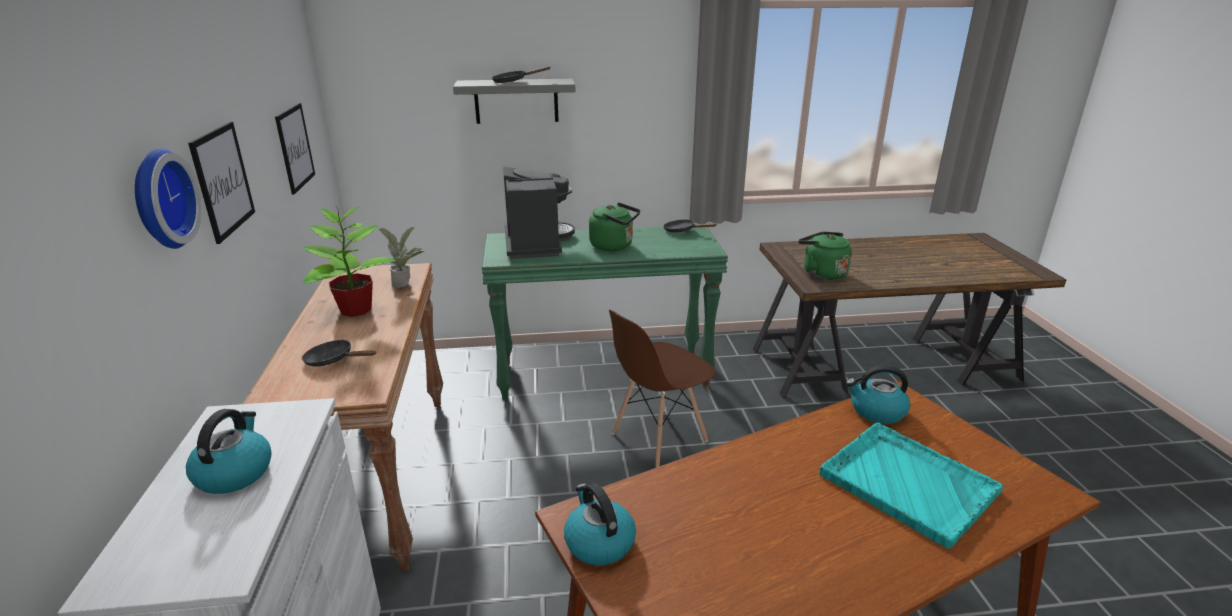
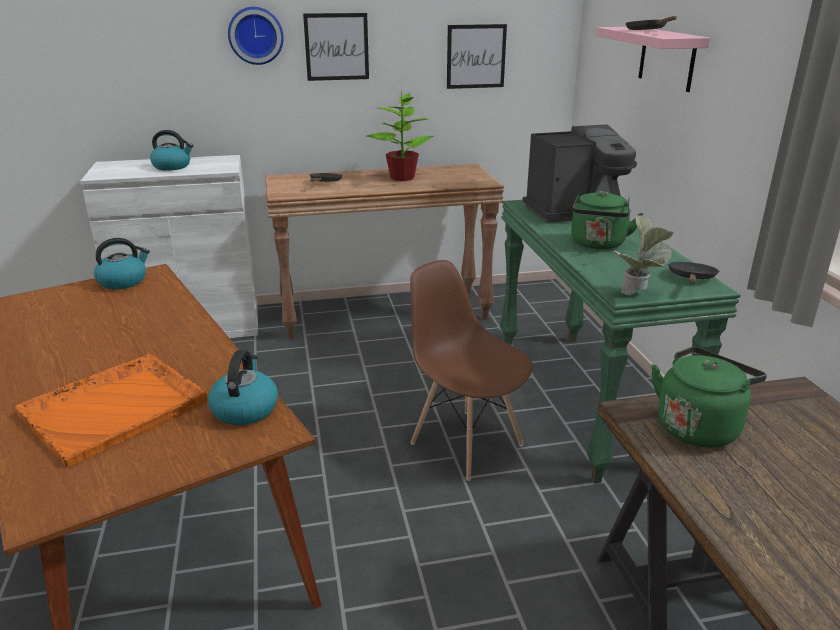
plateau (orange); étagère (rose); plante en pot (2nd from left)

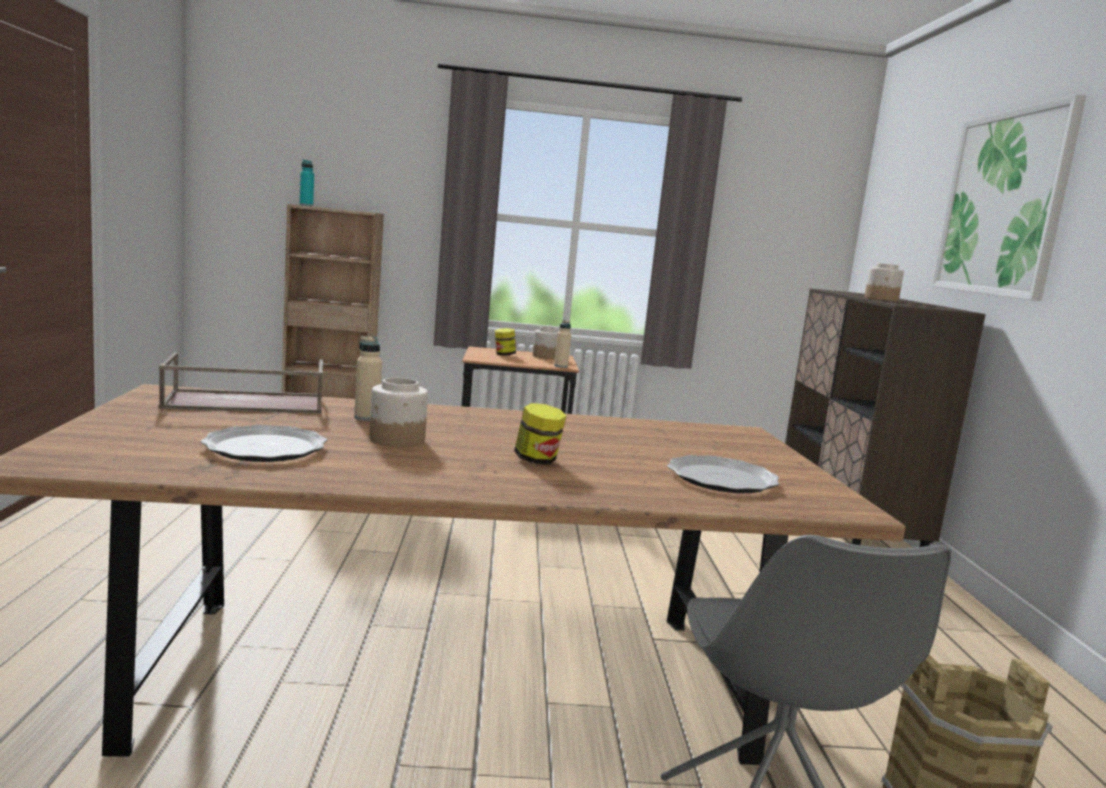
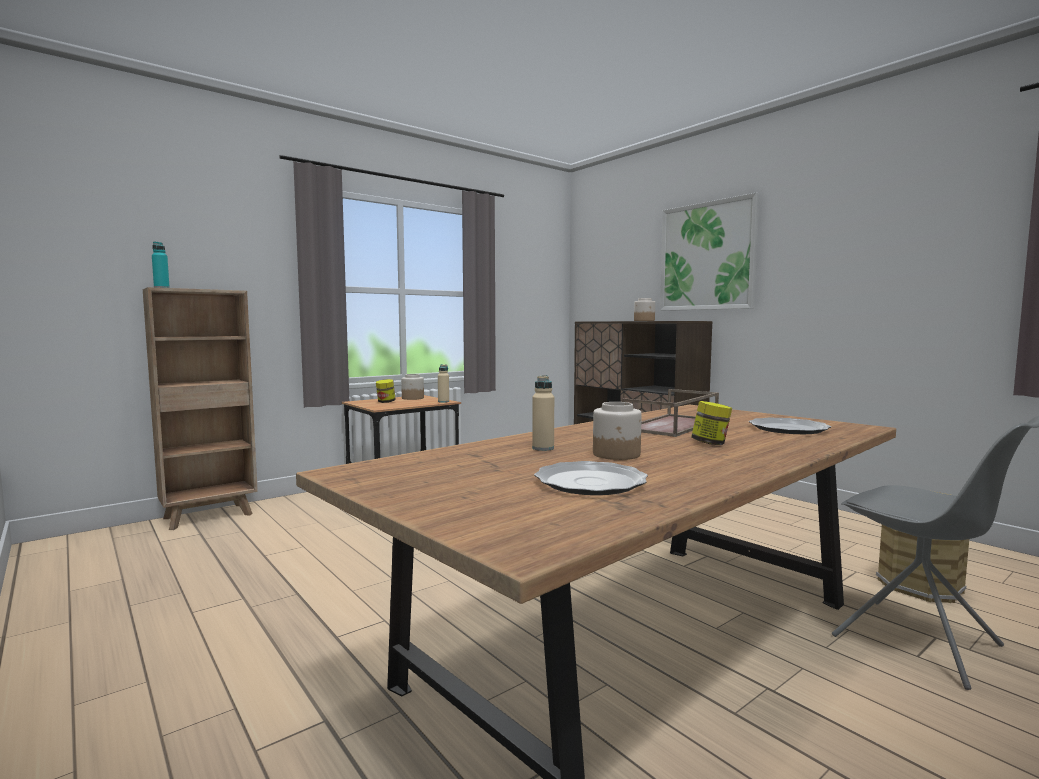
plateau (marron)

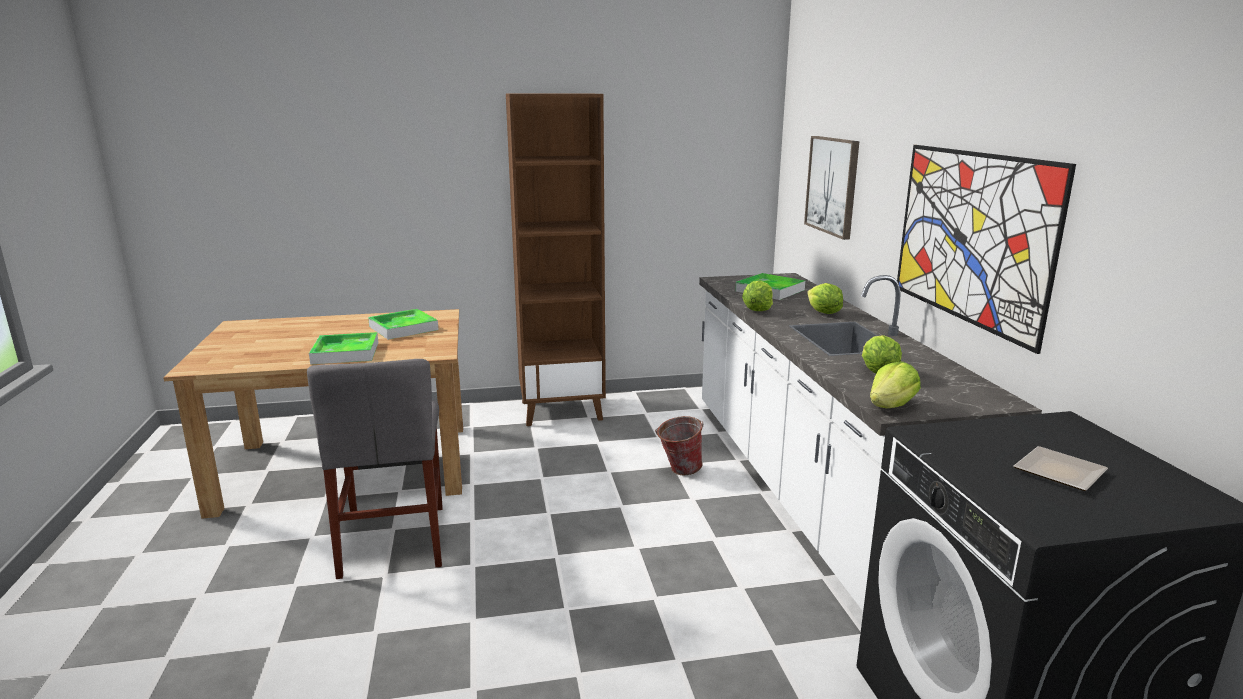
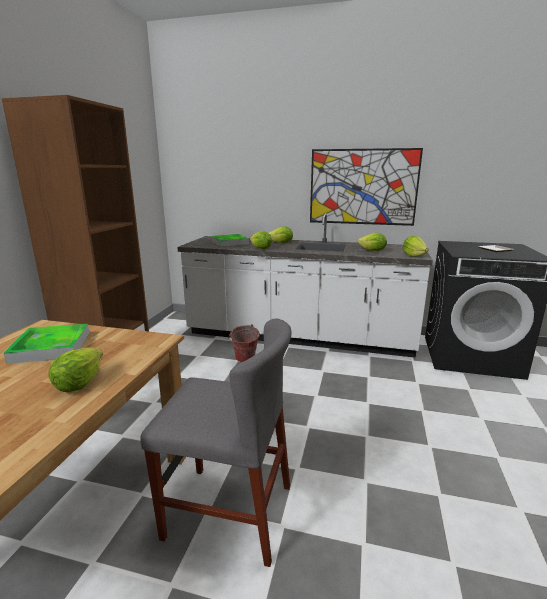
laitue (1st from left); tableau (1st from left in the first image)

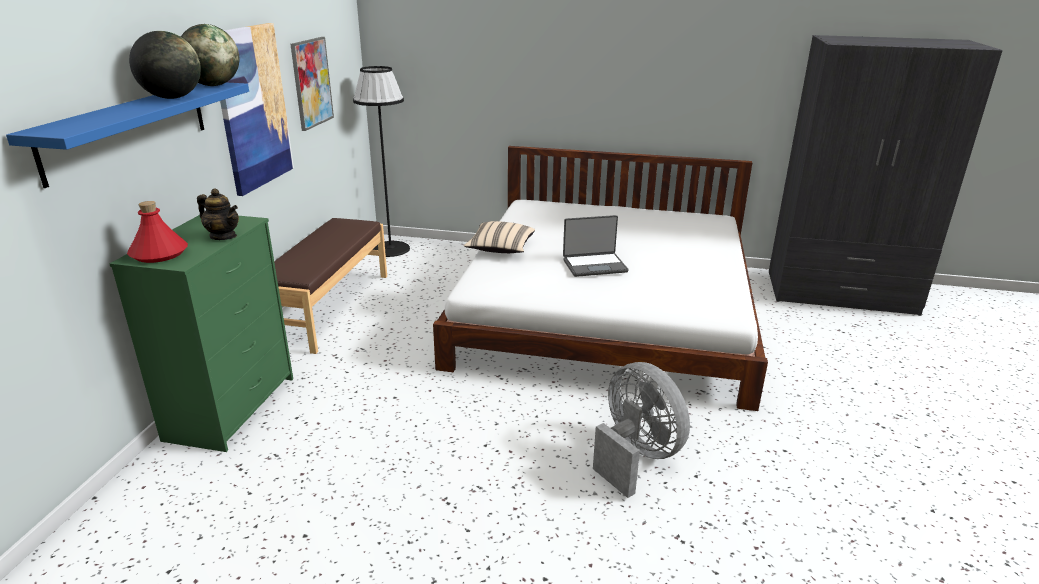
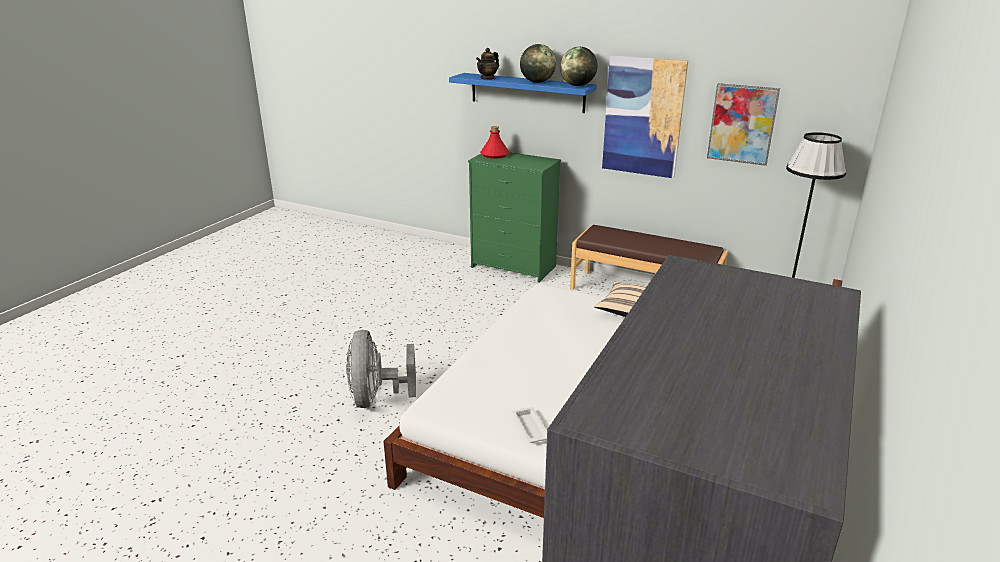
ventilateur (gris); théière; plateau (blanc); ordinateur portable

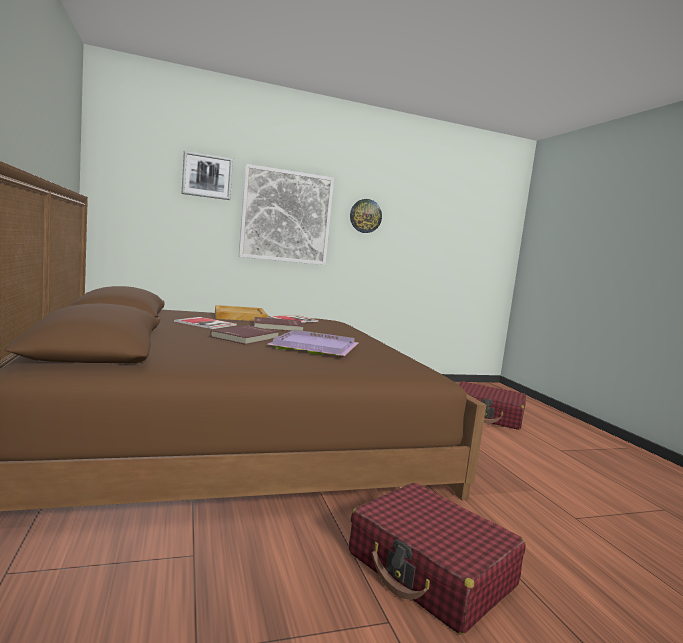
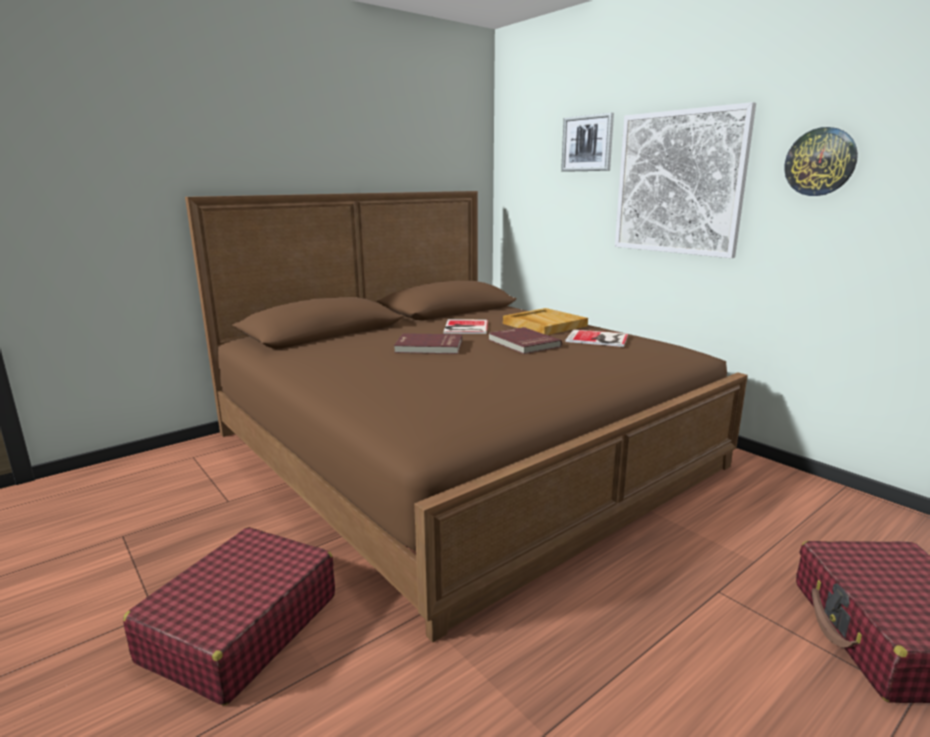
plateau (violet)

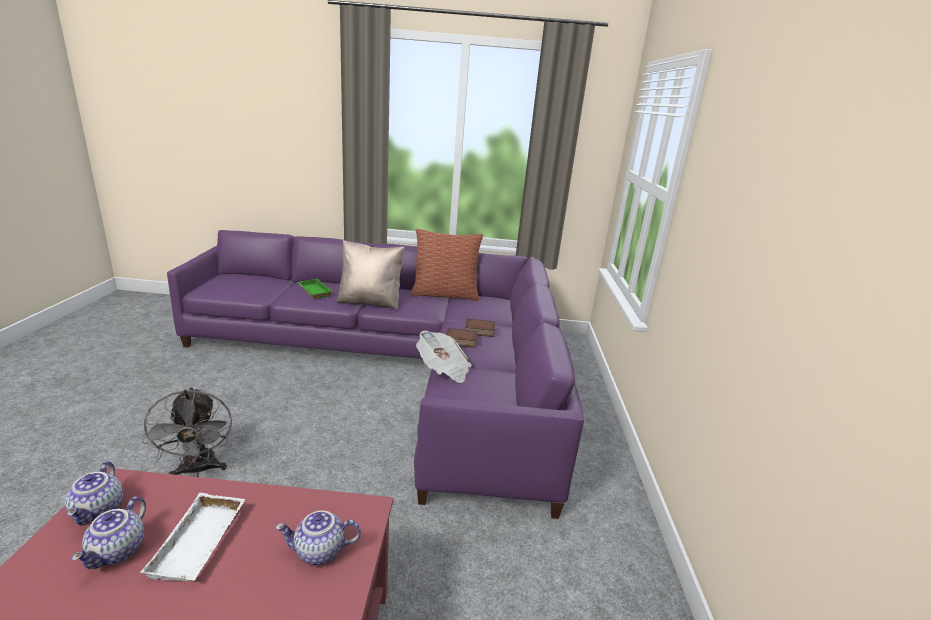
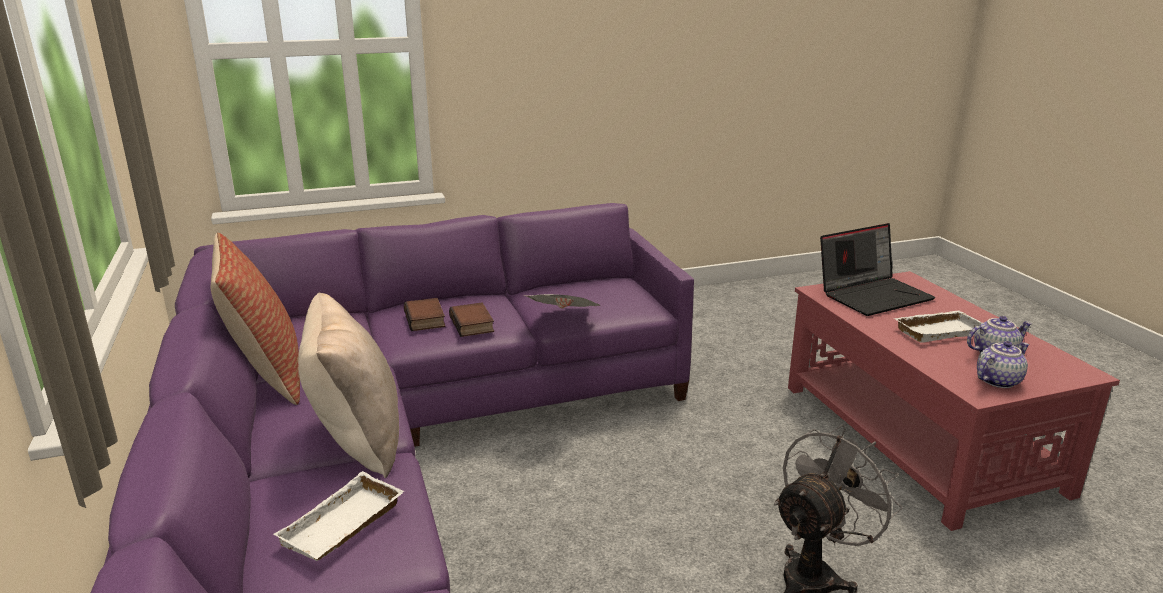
plateau (blanc) (1st from left); ordinateur portable

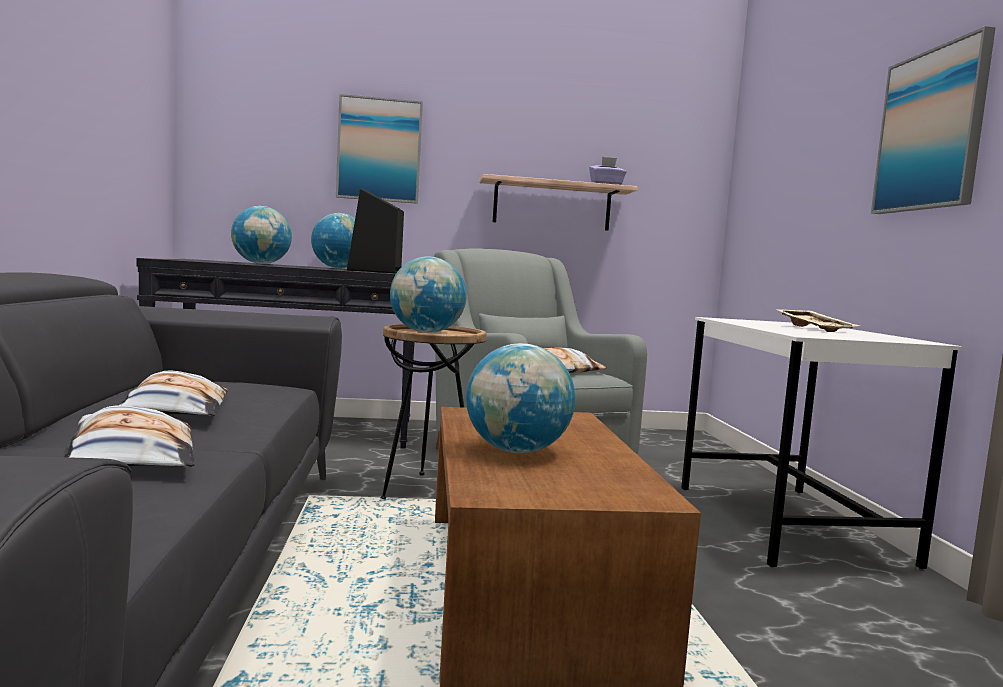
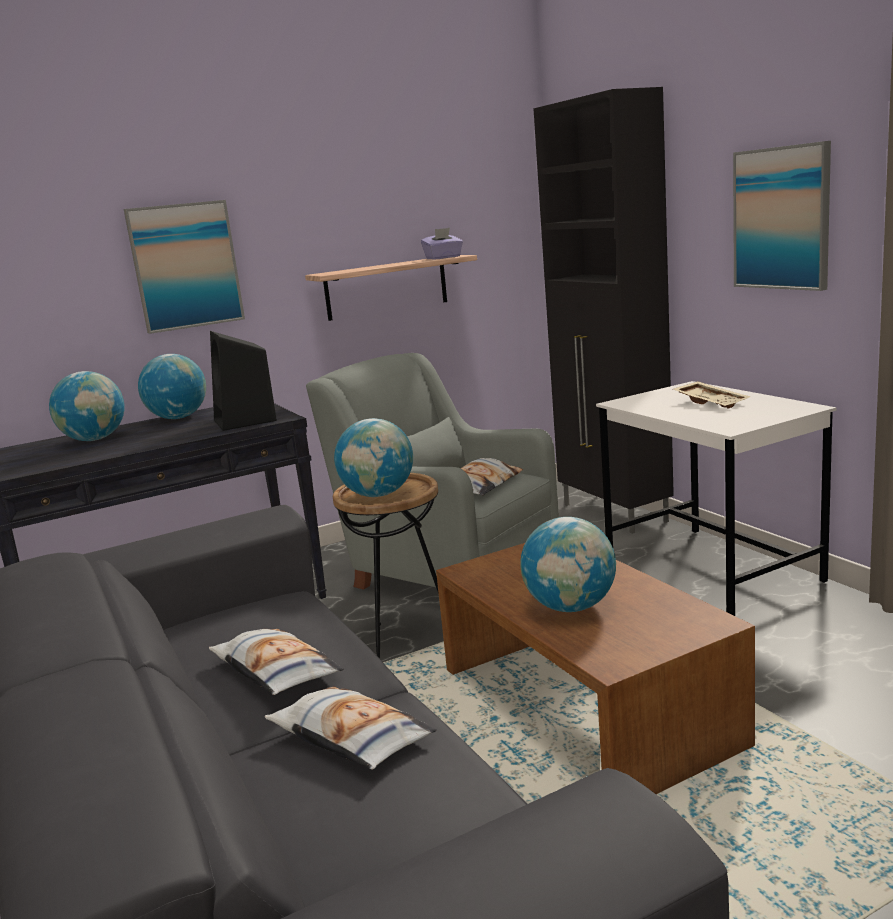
meuble de rangement (noir)

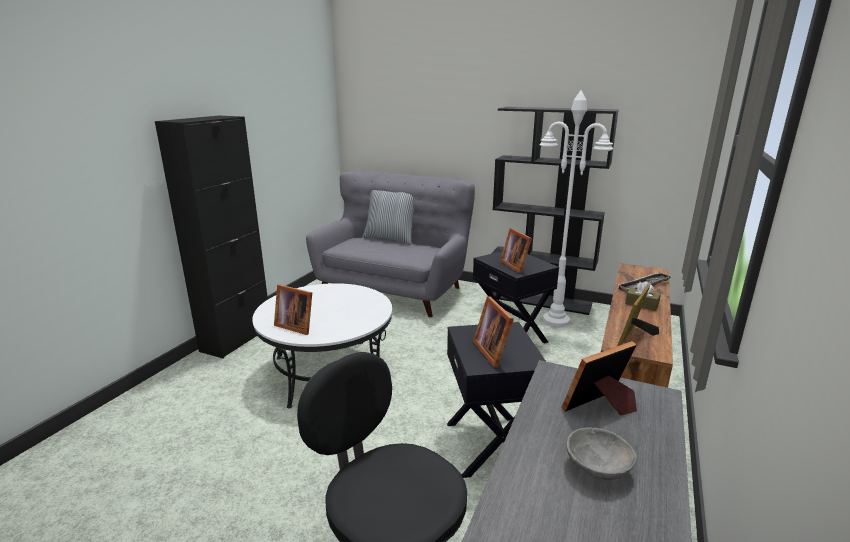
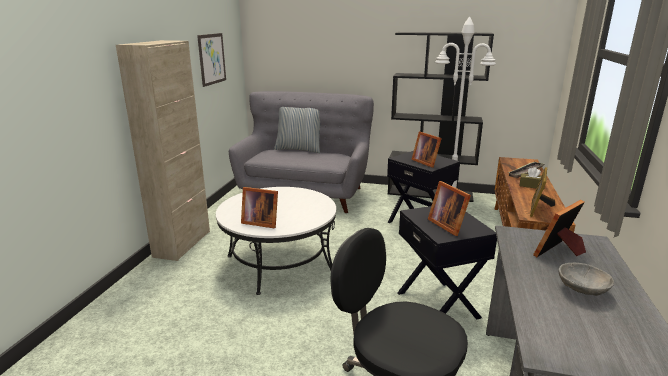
meuble de rangement (beige); tableau

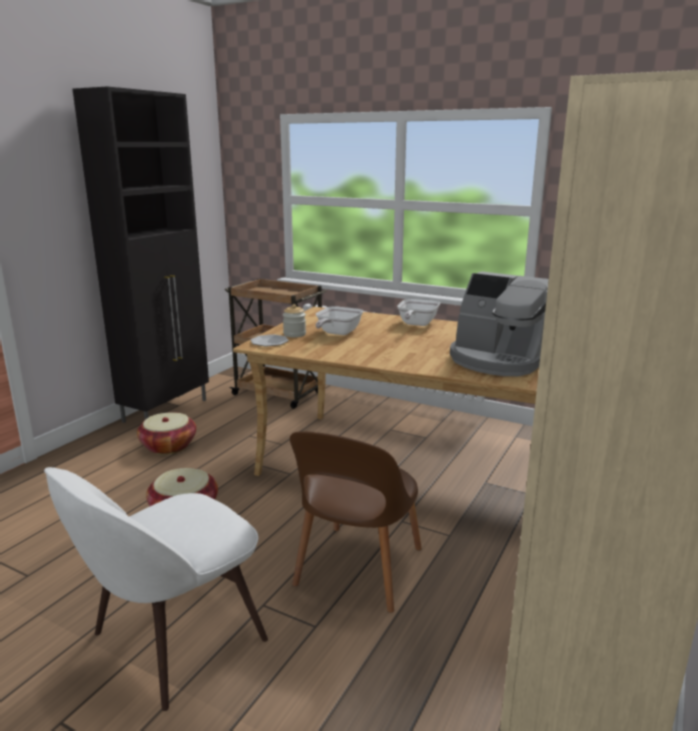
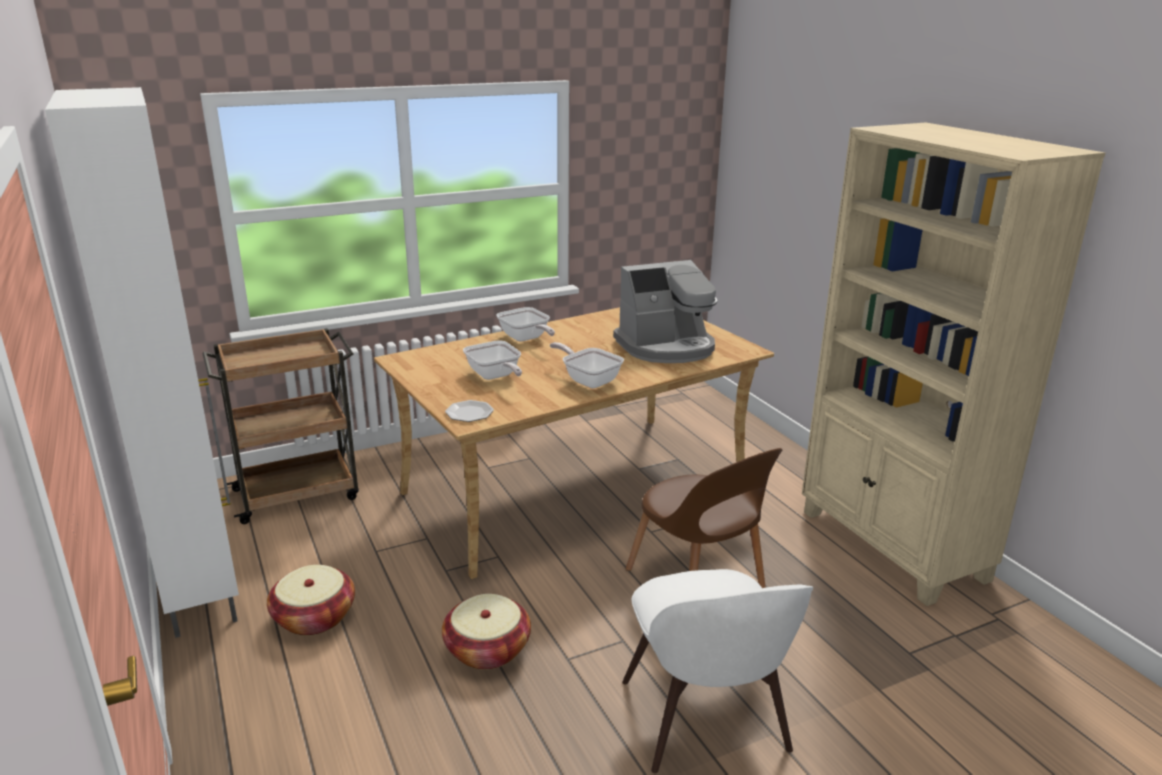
meuble de rangement (blanc); poêle (3rd from left); bocal

